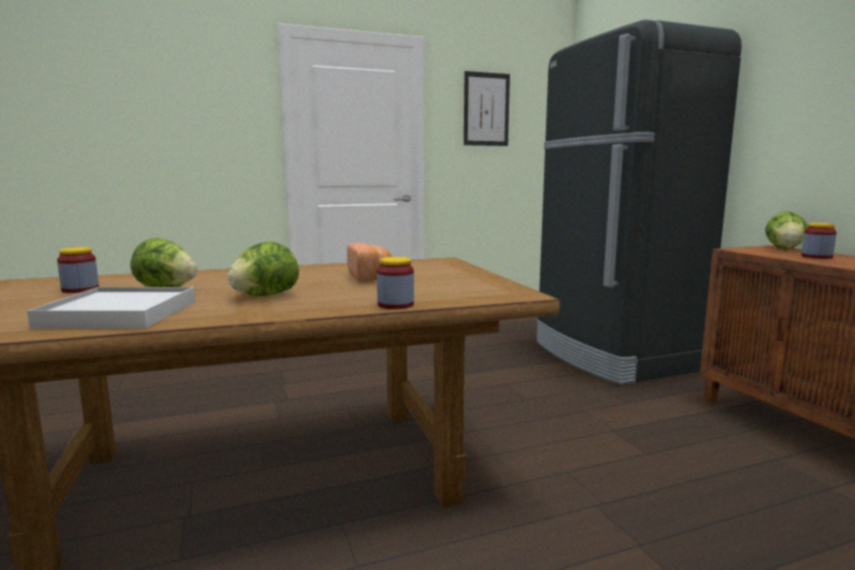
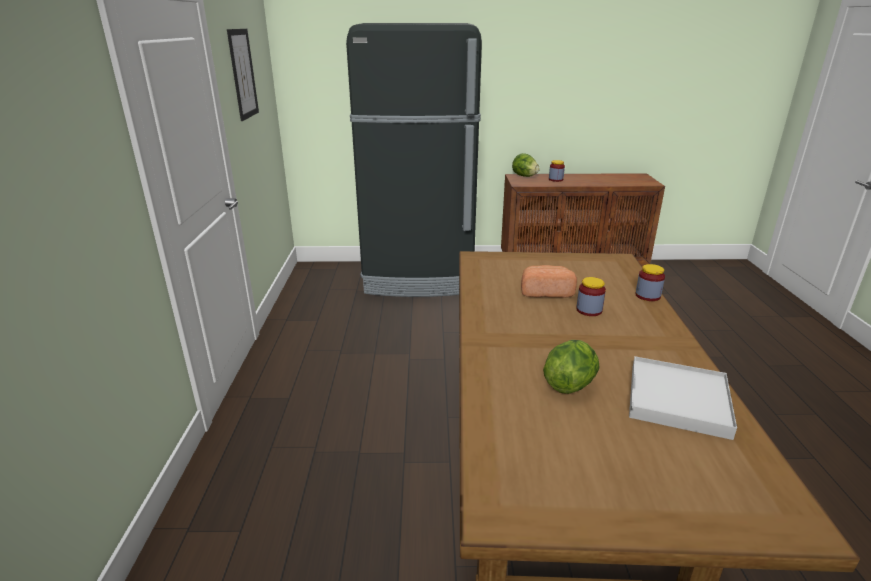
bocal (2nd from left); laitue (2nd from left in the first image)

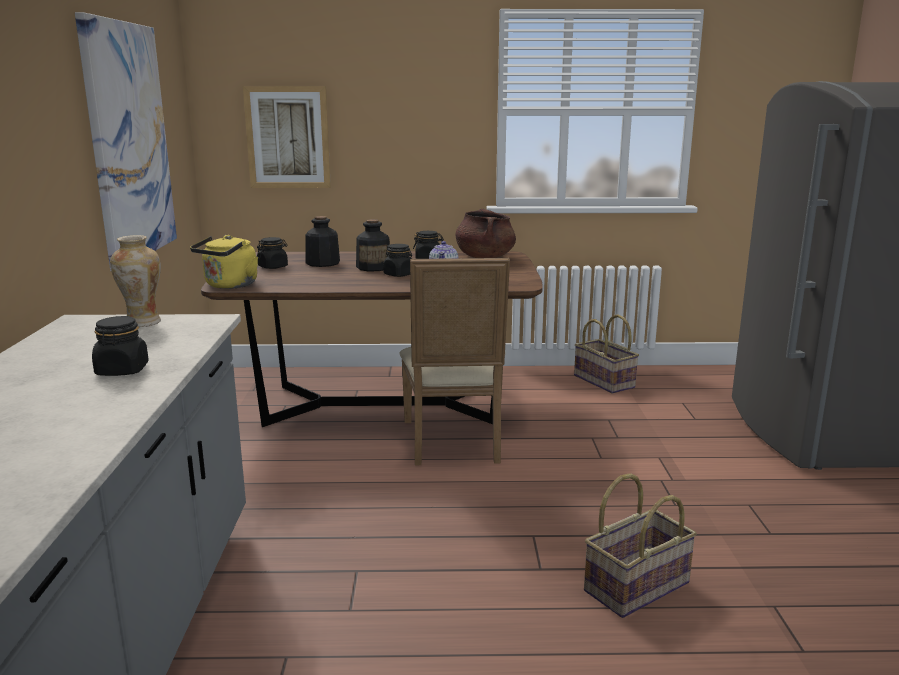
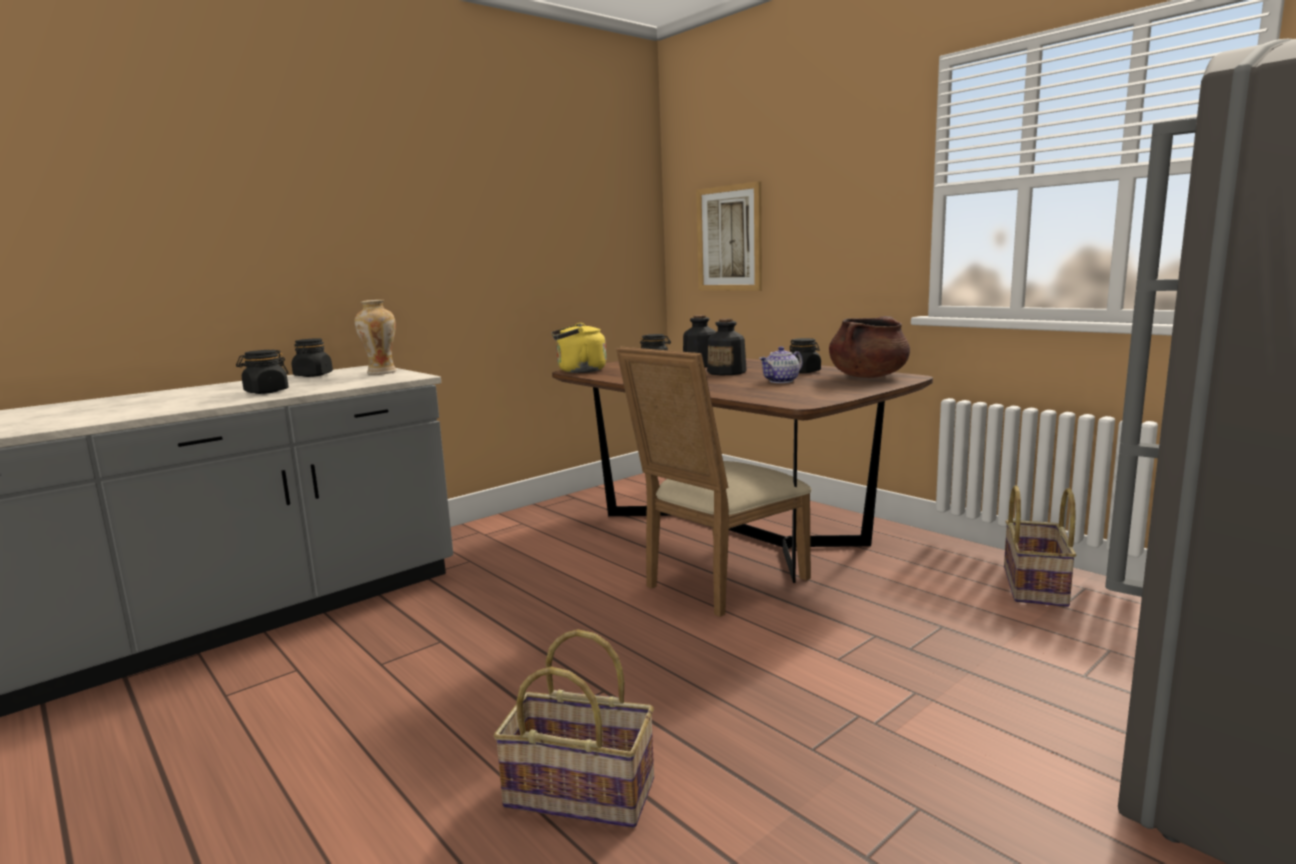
bocal (noir) (2nd from left); tableau (1st from left in the first image)

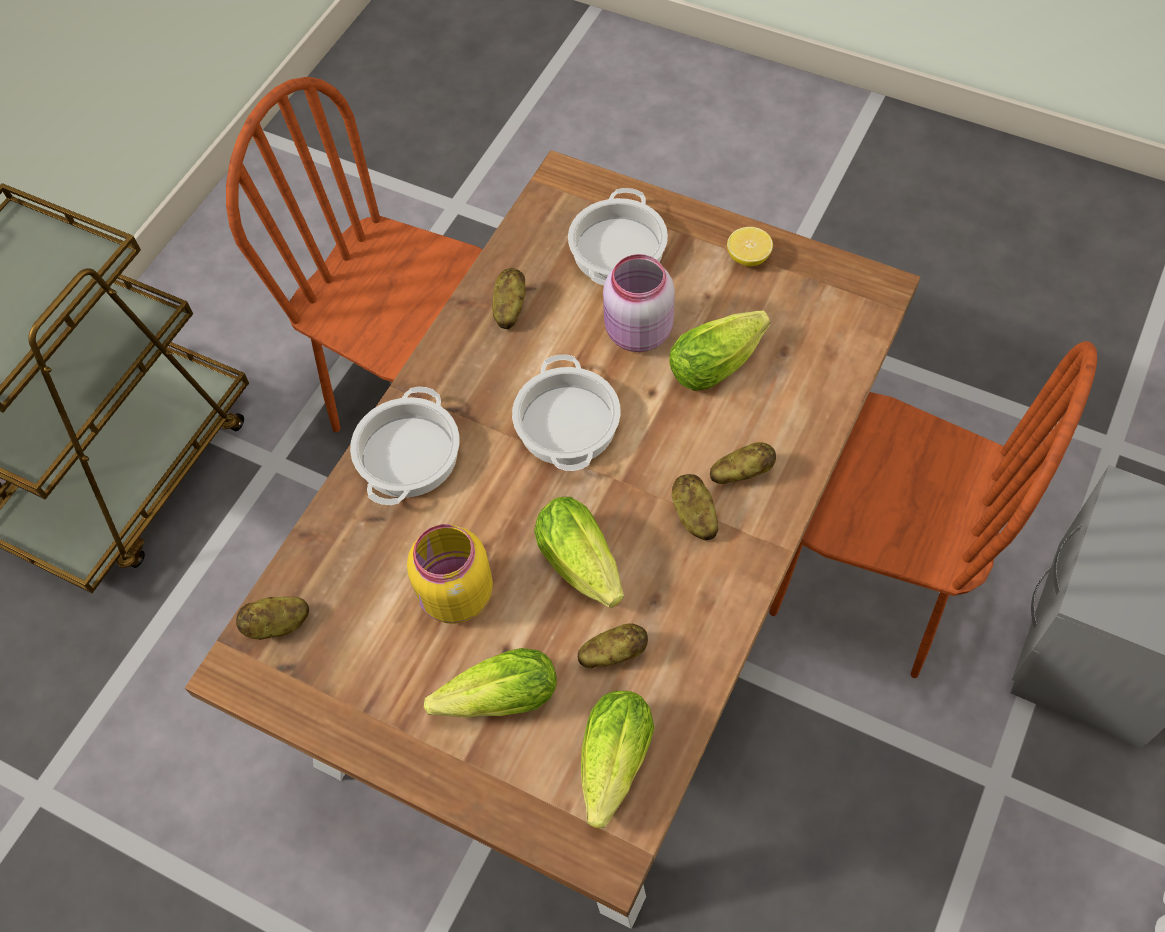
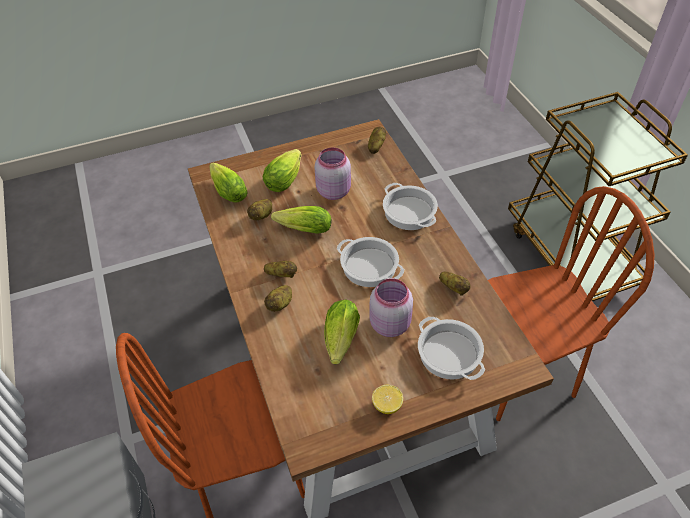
bocal (rose) (1st from left)

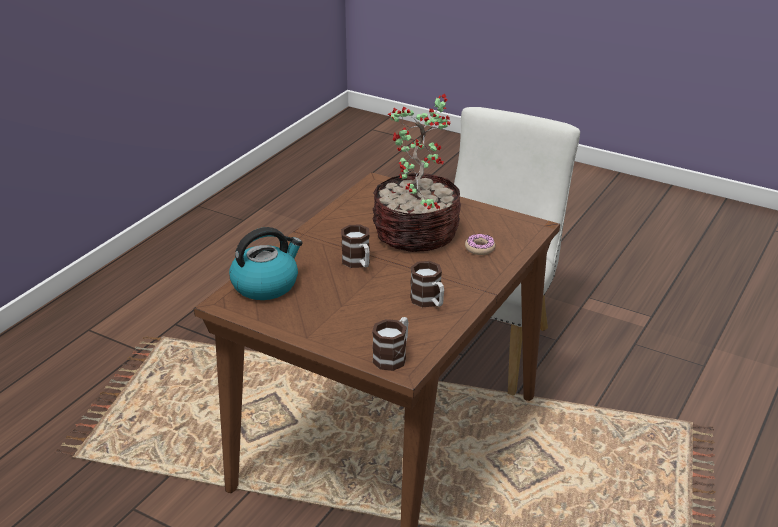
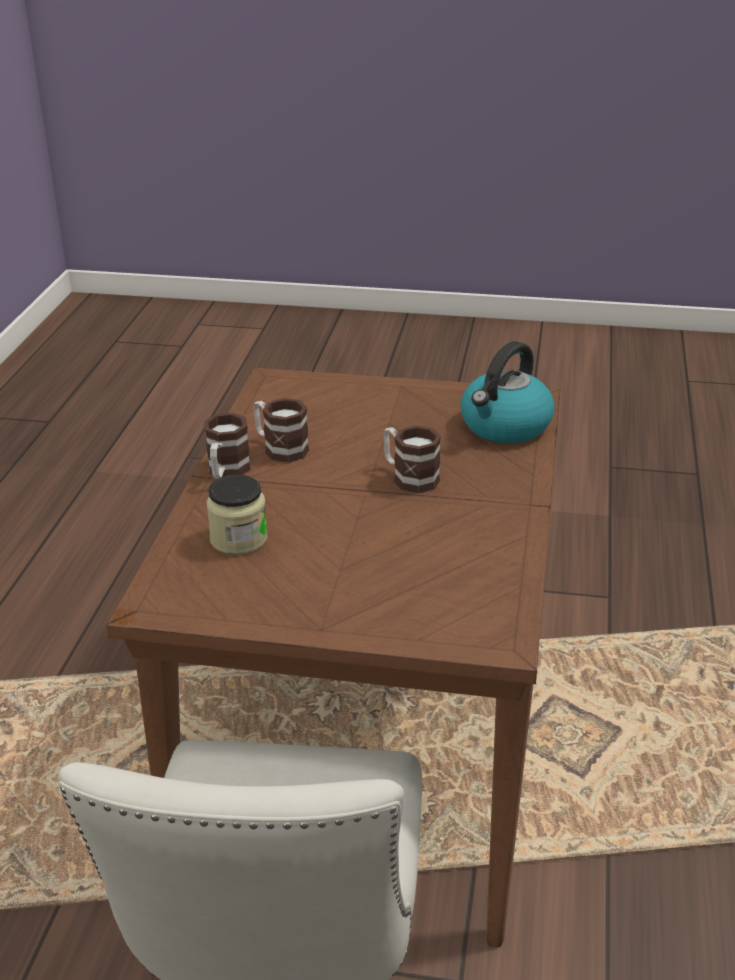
mug (1st from left); bocal; plante en pot

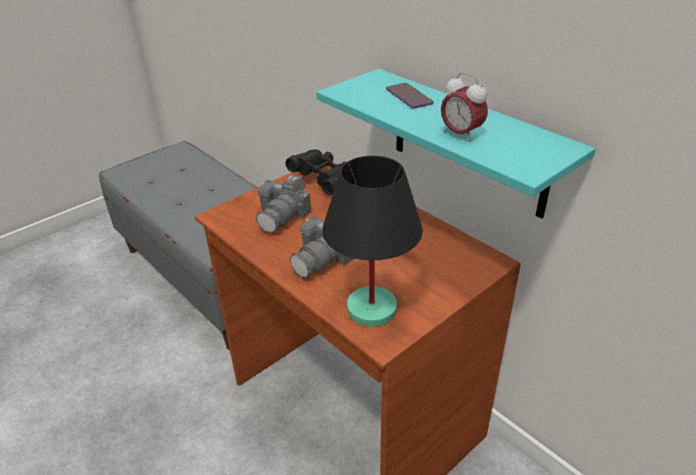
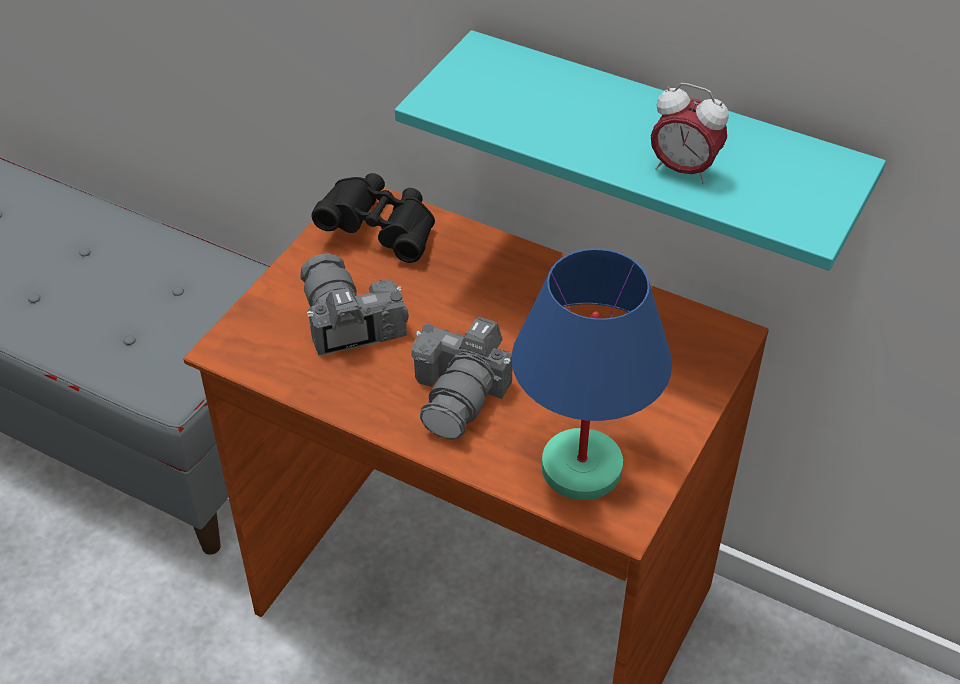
appareil photo (1st from left); lampe de table (bleu); téléphone

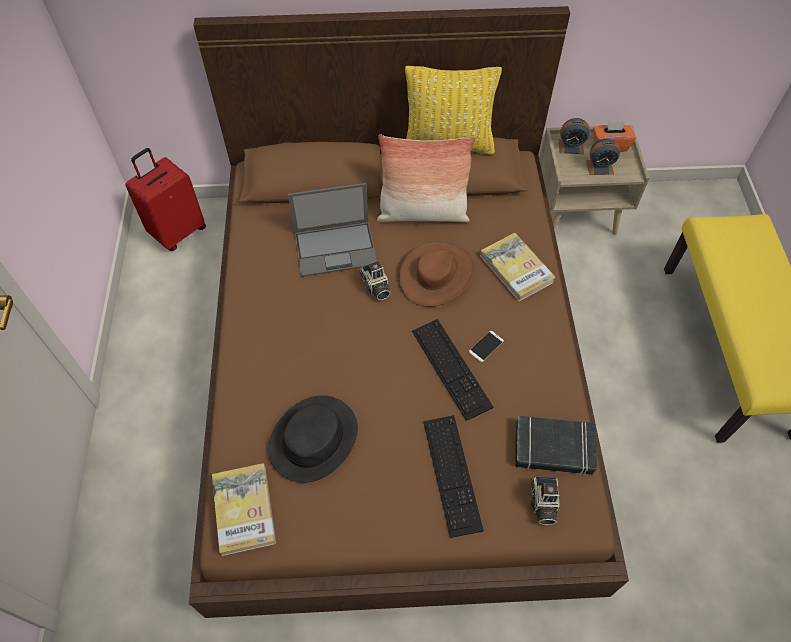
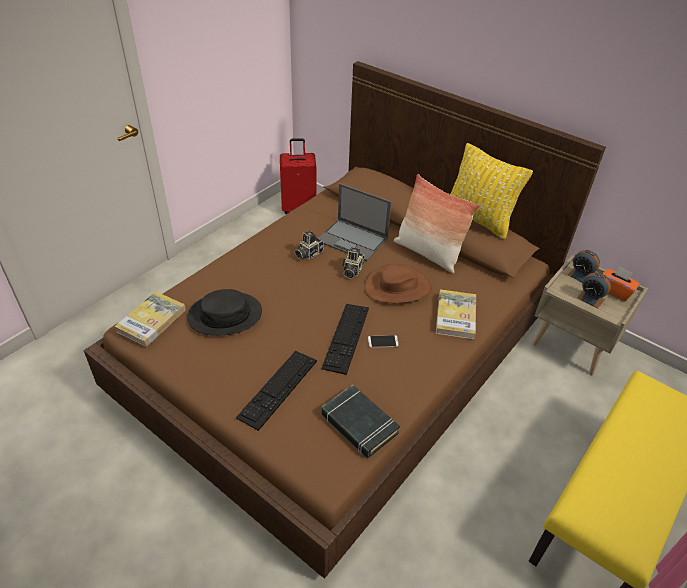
appareil photo (1st from left)

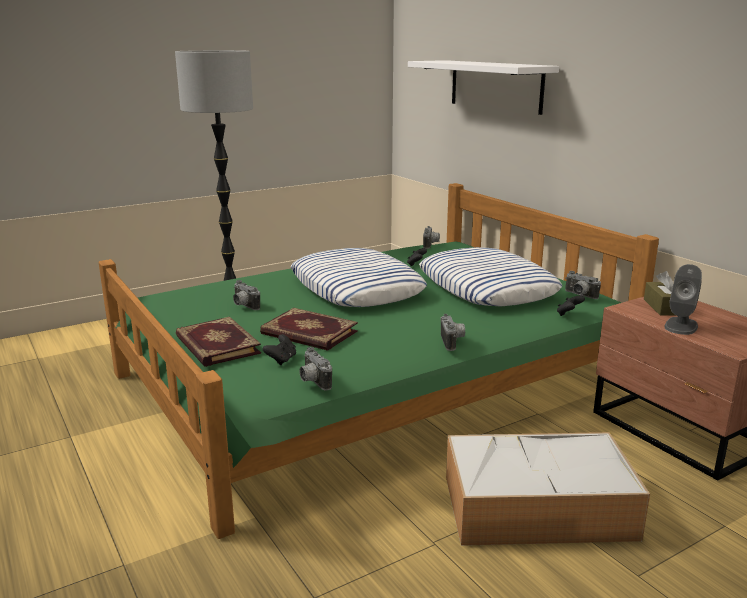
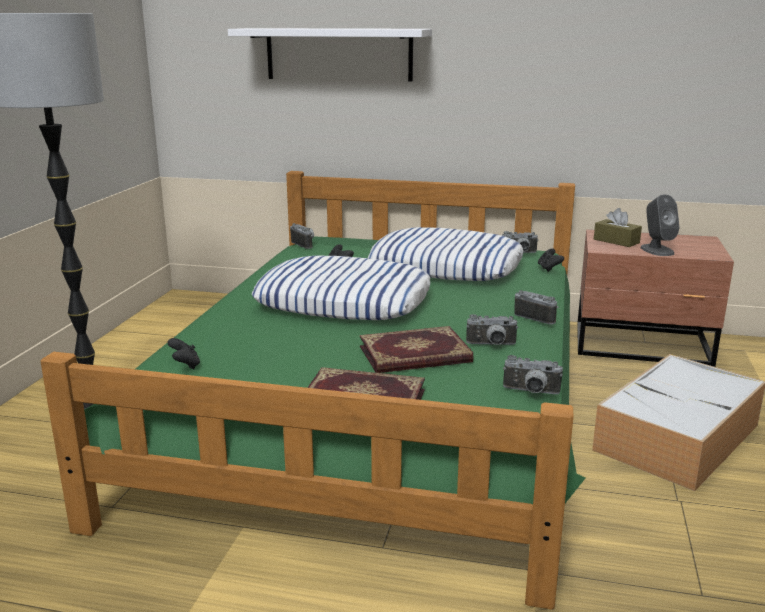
manette (noir) (1st from left); appareil photo (2nd from left)

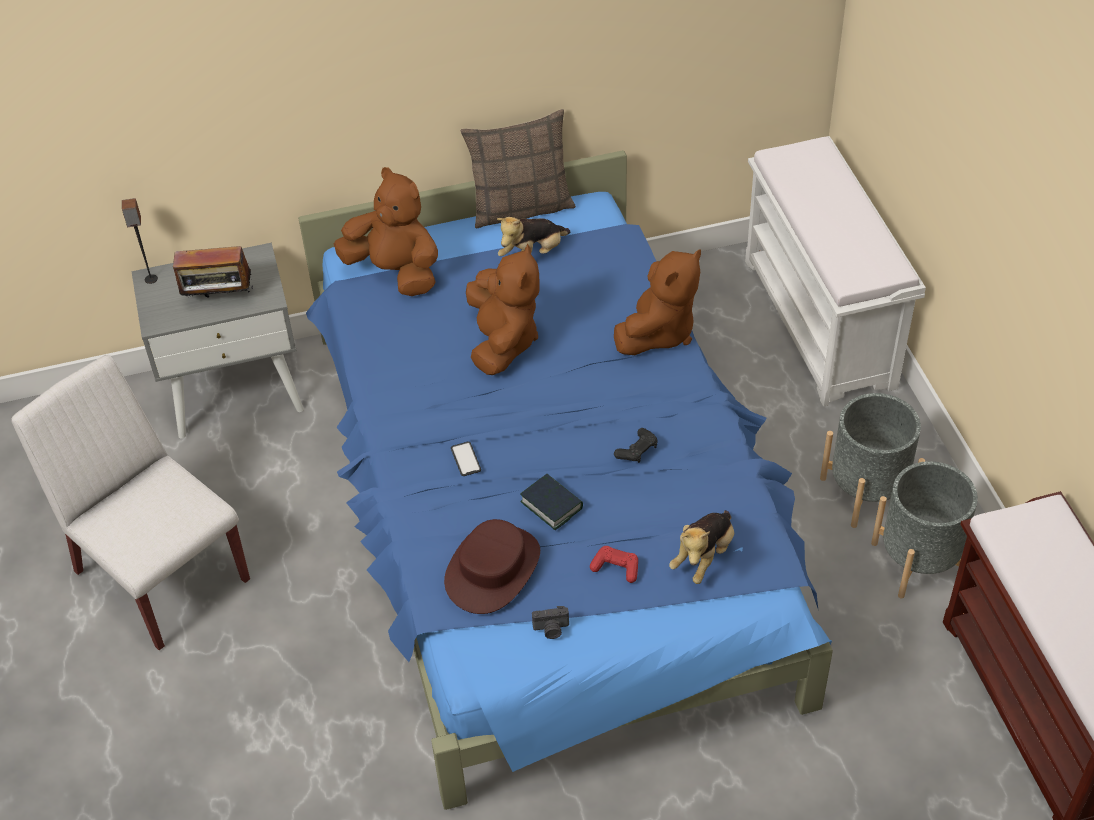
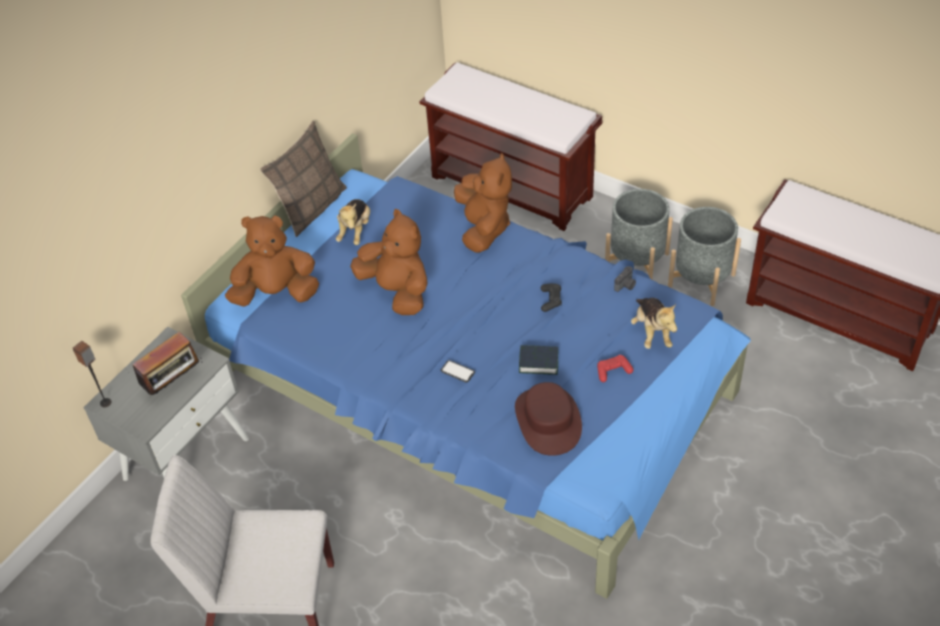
banc (marron) (1st from left); appareil photo

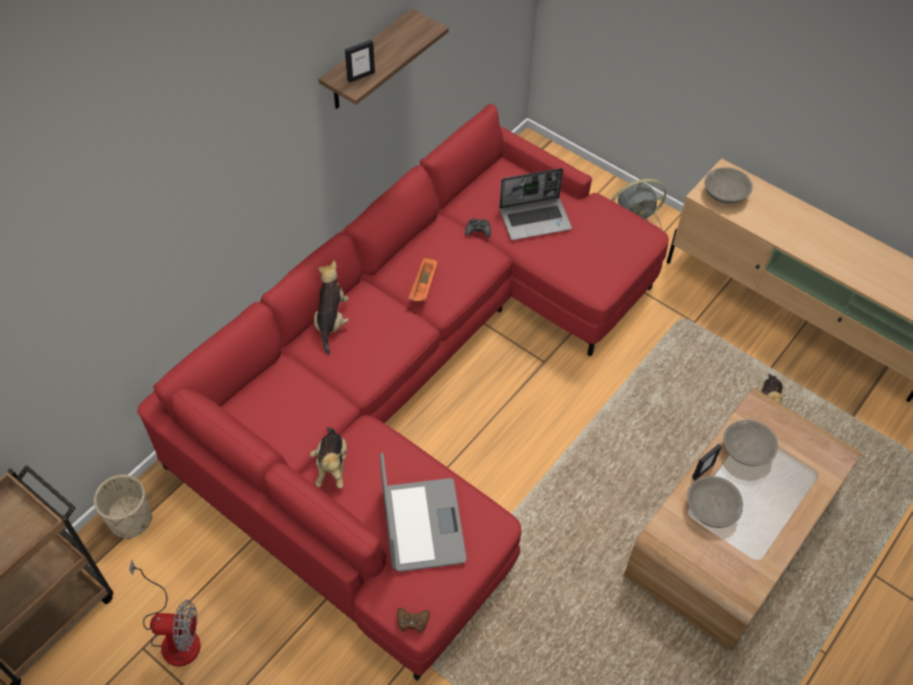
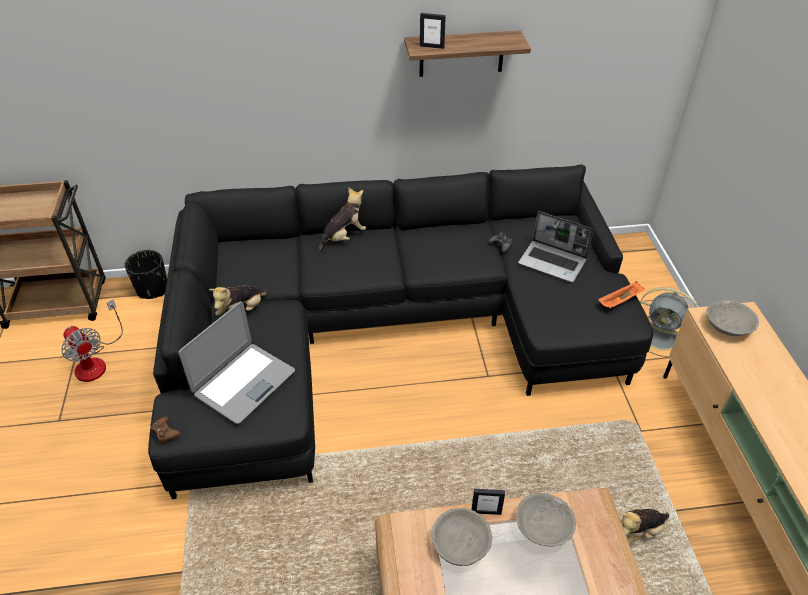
cache-pot (noir); canapé (noir); plateau (orange)

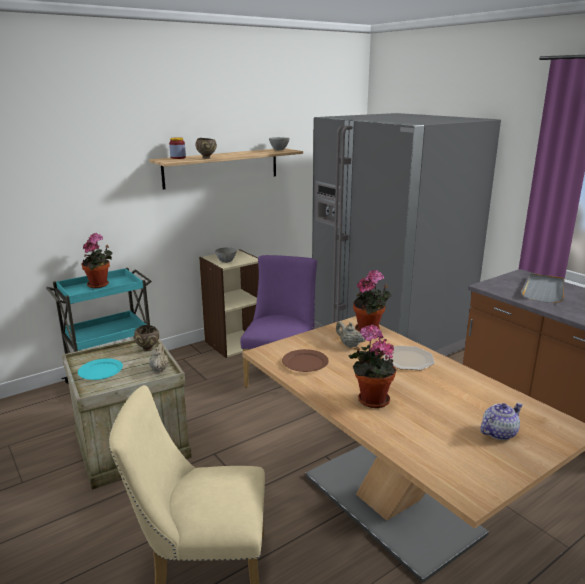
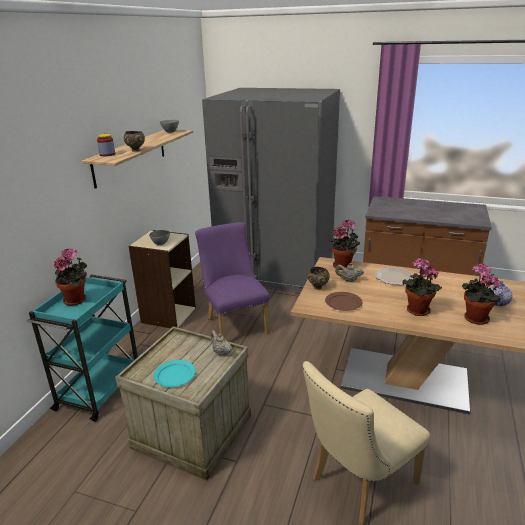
bol (marron) (2nd from left); plante en pot (4th from left); plateau (gris)

